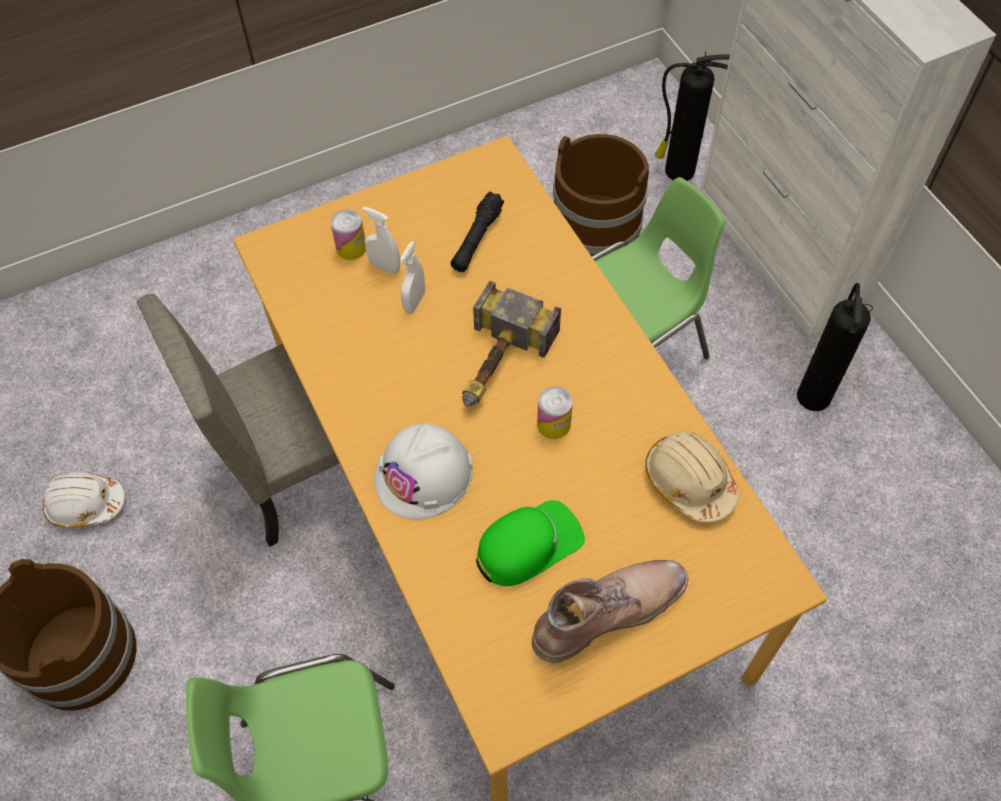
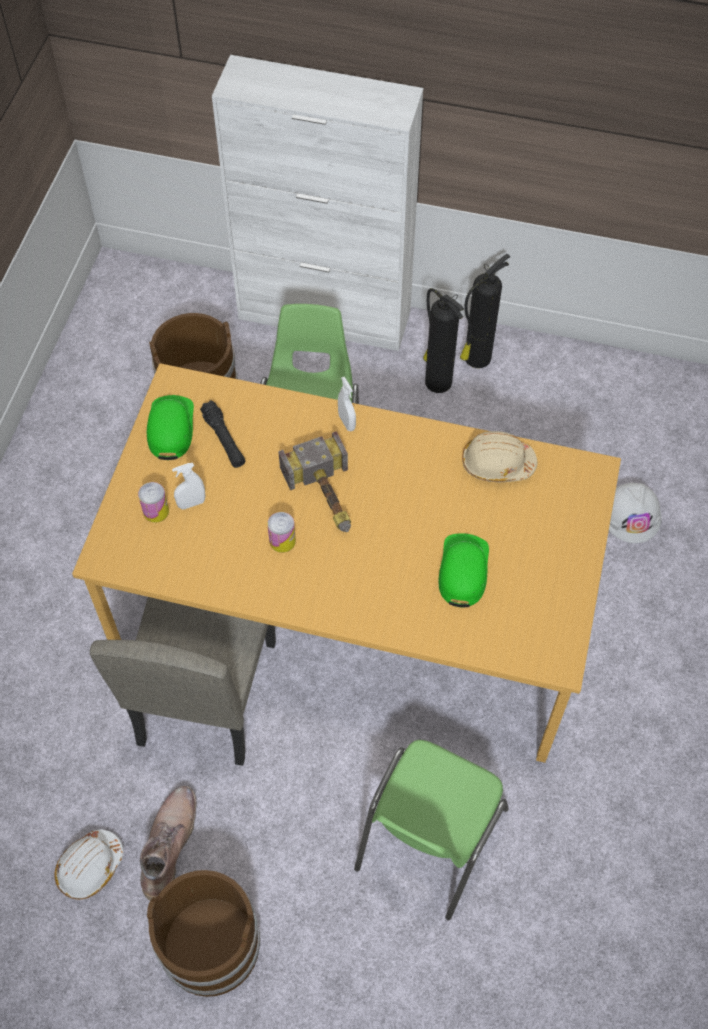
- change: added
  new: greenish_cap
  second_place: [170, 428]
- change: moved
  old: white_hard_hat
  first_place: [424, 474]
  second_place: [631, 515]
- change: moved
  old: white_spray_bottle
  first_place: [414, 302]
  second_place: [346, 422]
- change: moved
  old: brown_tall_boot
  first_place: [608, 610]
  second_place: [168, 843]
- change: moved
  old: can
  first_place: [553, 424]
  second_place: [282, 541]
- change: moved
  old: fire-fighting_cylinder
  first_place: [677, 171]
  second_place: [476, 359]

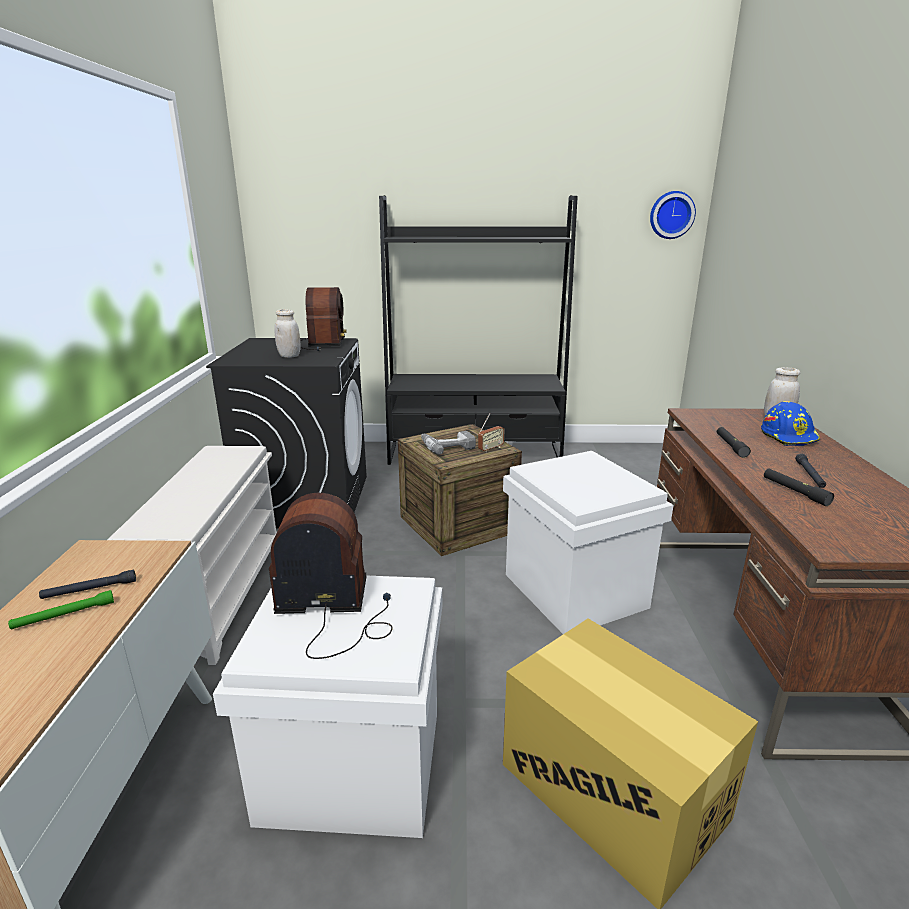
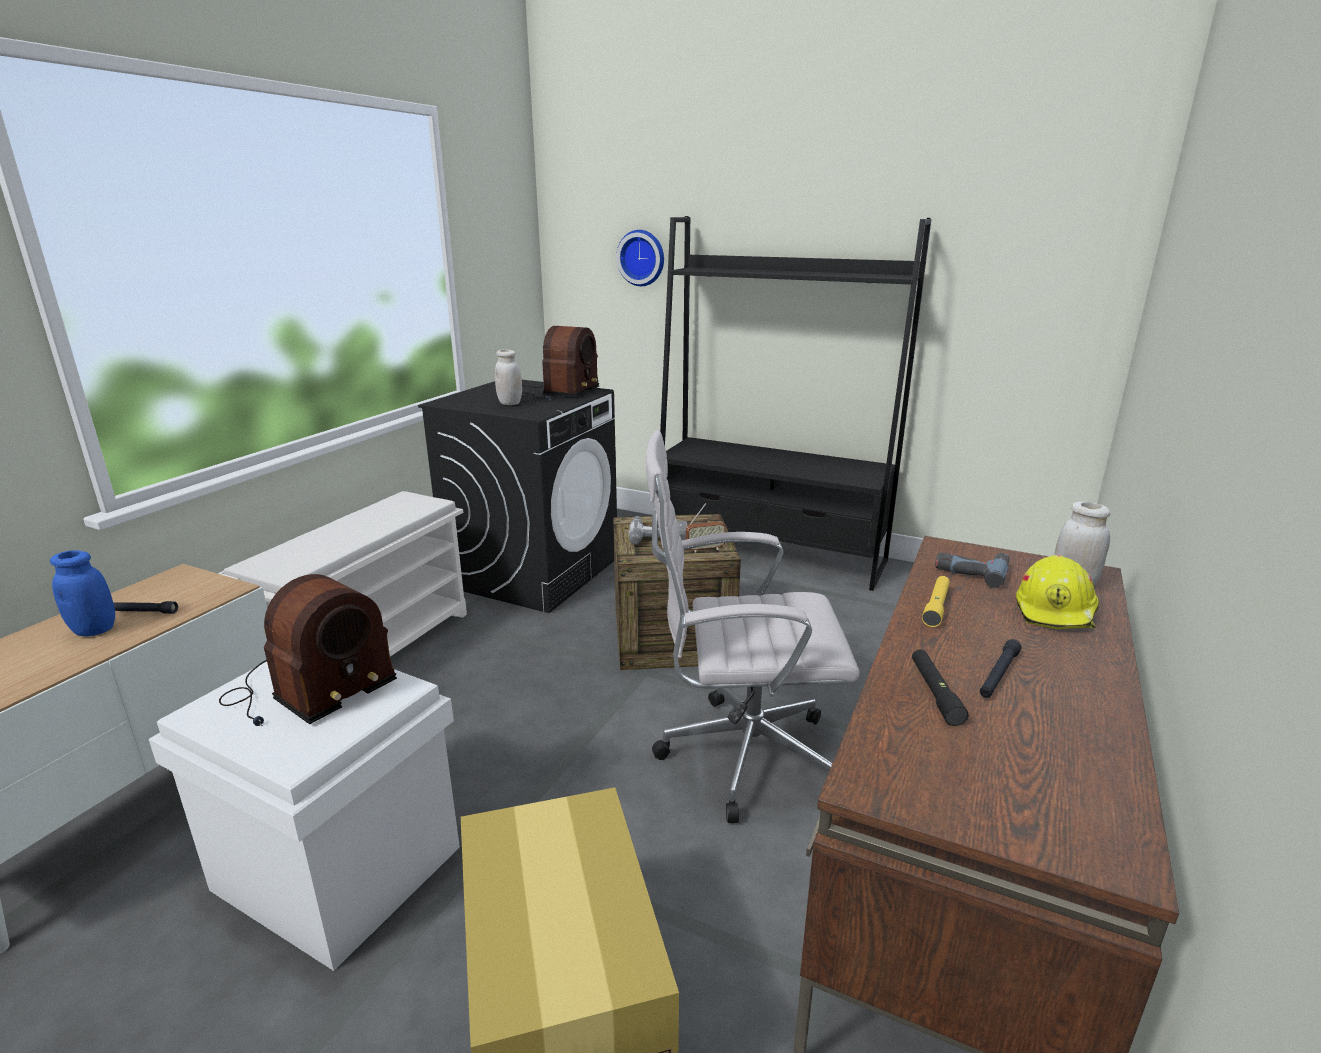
- change: added
  new: power_drill
  second_place: [972, 570]
- change: moved
  old: clock_on_the_wall
  first_place: [671, 215]
  second_place: [642, 258]
- change: replaced
  old: greenish_hand_torch
  new: blue_storage_jar
  first_place: [64, 615]
  second_place: [94, 630]
- change: replaced
  old: white_storage_container
  new: white_computer_chair
  first_place: [573, 590]
  second_place: [739, 755]
- change: recoloured
  old: black_hand_torch
  new: yellow-coloured_hand_torch
  first_place: [730, 446]
  second_place: [936, 607]
- change: recoloured
  old: blue_hard_hat
  new: yellow-coloured_hard_hat
  first_place: [789, 436]
  second_place: [1056, 611]
- change: turned
  old: radio
  first_place: [334, 610]
  second_place: [307, 690]
  degrees: 105

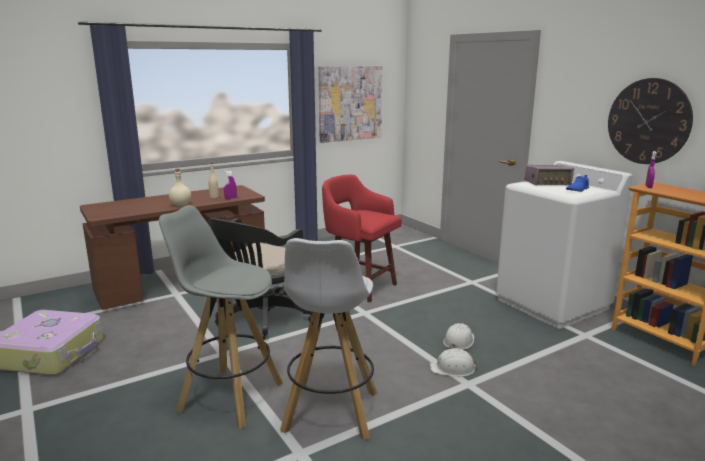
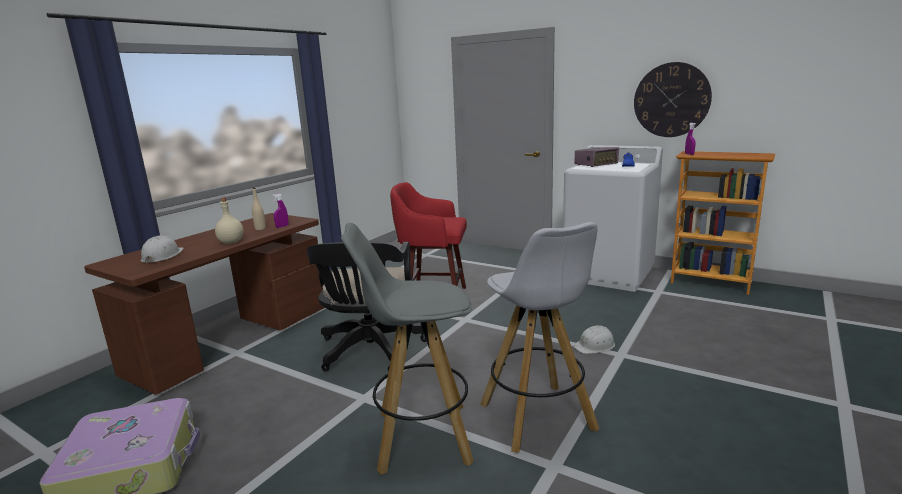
- change: removed
  old: wall_art
  first_place: [350, 103]
- change: moved
  old: white_hard_hat
  first_place: [458, 341]
  second_place: [162, 256]

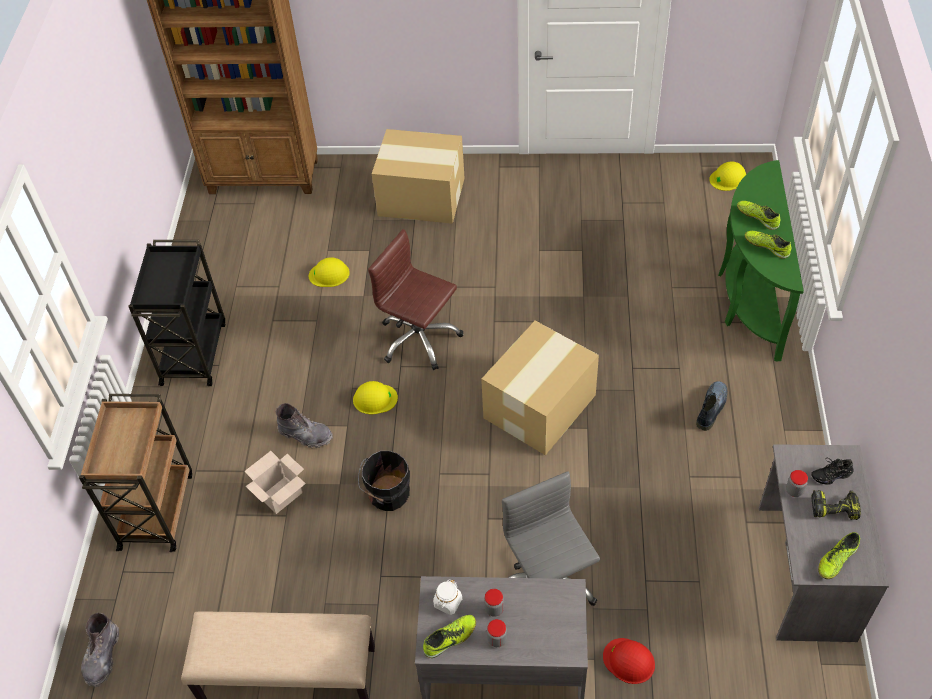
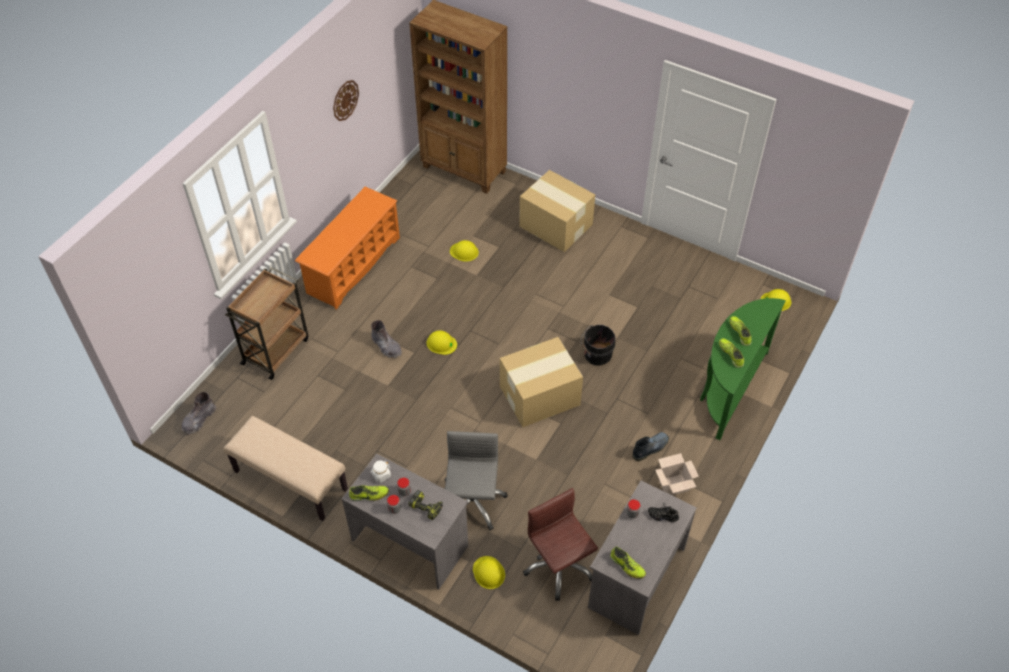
- change: added
  new: clock_on_the_wall
  second_place: [345, 100]
- change: moved
  old: carton
  first_place: [280, 496]
  second_place: [673, 486]
- change: moved
  old: black_water_bucket
  first_place: [387, 494]
  second_place: [596, 354]
- change: moved
  old: brown_computer_chair
  first_place: [419, 339]
  second_place: [559, 566]
- change: moved
  old: power_drill
  first_place: [834, 507]
  second_place: [427, 507]
- change: replaced
  old: black_cart
  new: orange_shoe_stand
  first_place: [194, 351]
  second_place: [353, 265]
- change: recoloured
  old: reddish_hard_hat
  new: yellow-coloured_hard_hat
  first_place: [629, 661]
  second_place: [488, 572]
- change: turned
  old: shoe
  first_place: [836, 560]
  second_place: [627, 566]
  degrees: -120

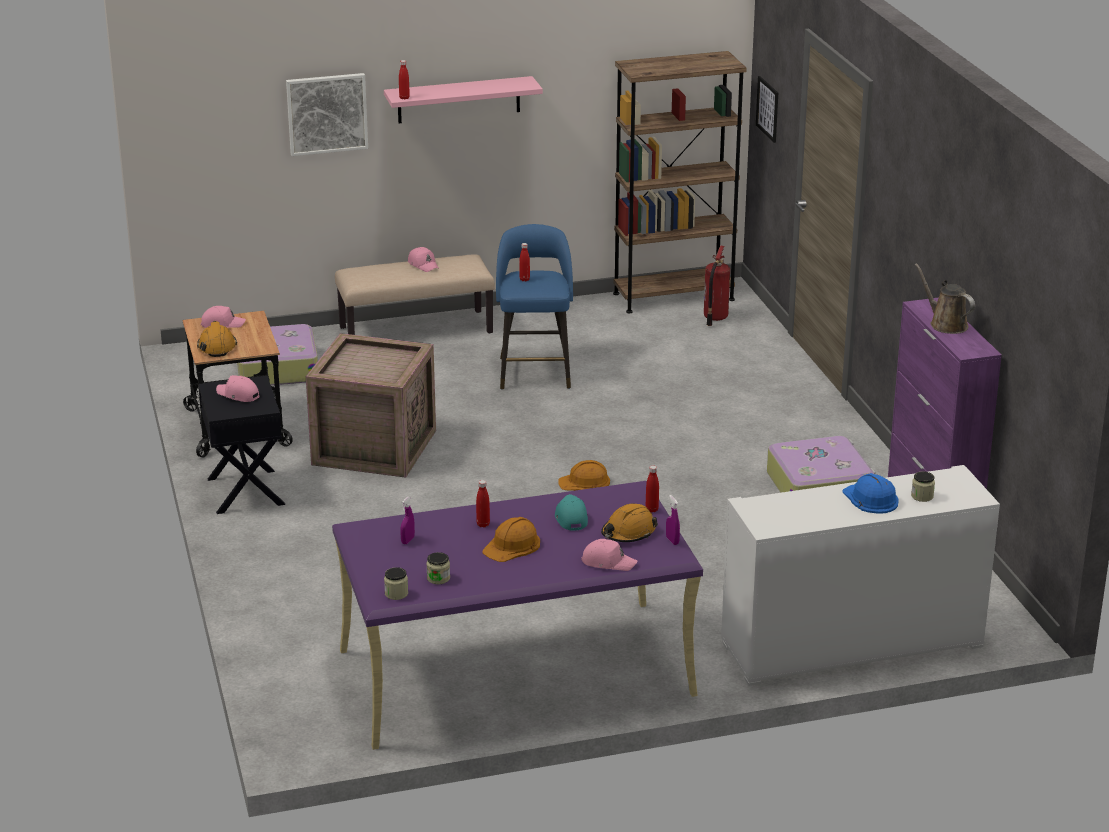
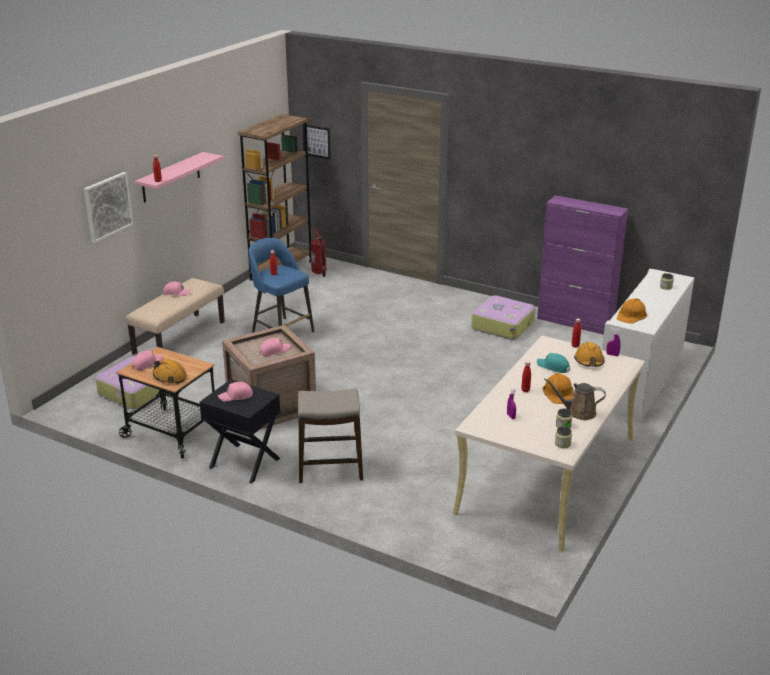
- change: removed
  old: blue_hard_hat
  first_place: [870, 499]
- change: added
  new: stool_seat
  second_place: [330, 469]
- change: moved
  old: orange_hard_hat
  first_place: [585, 482]
  second_place: [631, 315]
- change: moved
  old: pink_cap
  first_place: [608, 562]
  second_place: [274, 350]
- change: moved
  old: brown_sprinkling_can
  first_place: [945, 324]
  second_place: [578, 412]
- change: recoloured
  old: purple_desk_table
  new: beige_desk_table
  first_place: [514, 673]
  second_place: [547, 475]

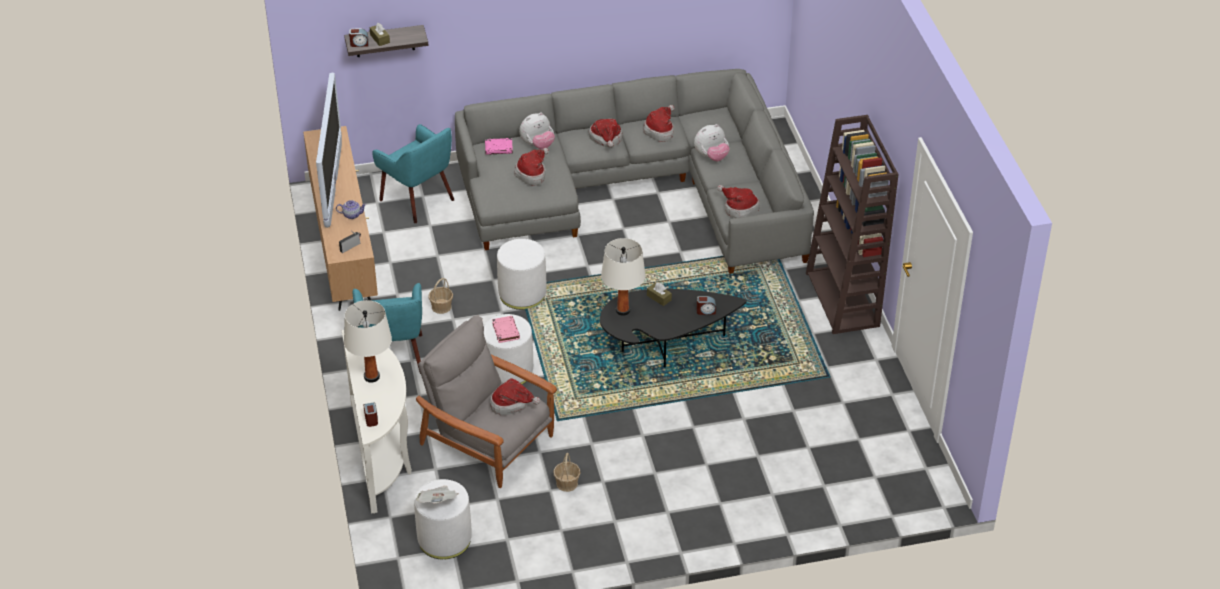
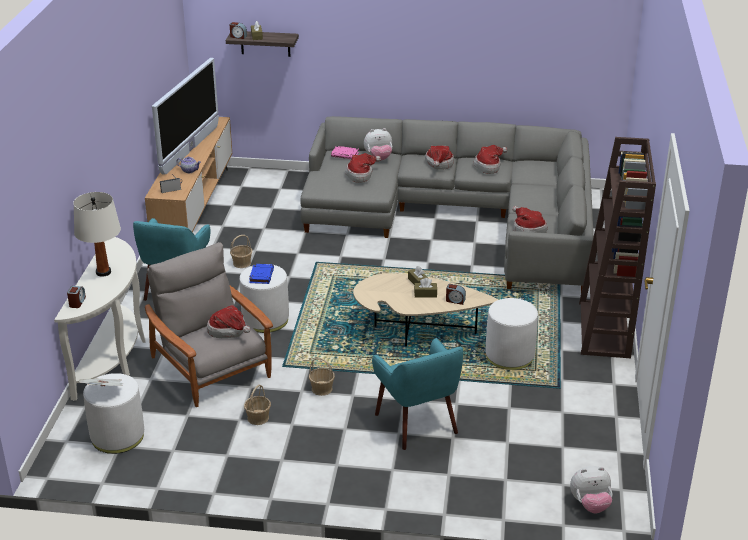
- change: removed
  old: white_lamp_for_a_table
  first_place: [623, 310]
- change: added
  new: household_basket
  second_place: [322, 388]
- change: added
  new: brown_tissue_holder
  second_place: [425, 294]
- change: moved
  old: blue-green_armchair
  first_place: [418, 200]
  second_place: [417, 423]
- change: moved
  old: white_pouffe
  first_place: [522, 294]
  second_place: [509, 356]
- change: moved
  old: plush_toy
  first_place: [711, 156]
  second_place: [590, 505]
- change: recoloured
  old: pink_book
  new: blue_book
  first_place: [505, 331]
  second_place: [261, 275]
- change: recoloured
  old: black_lounge_table
  new: beige_lounge_table
  first_place: [664, 344]
  second_place: [416, 329]

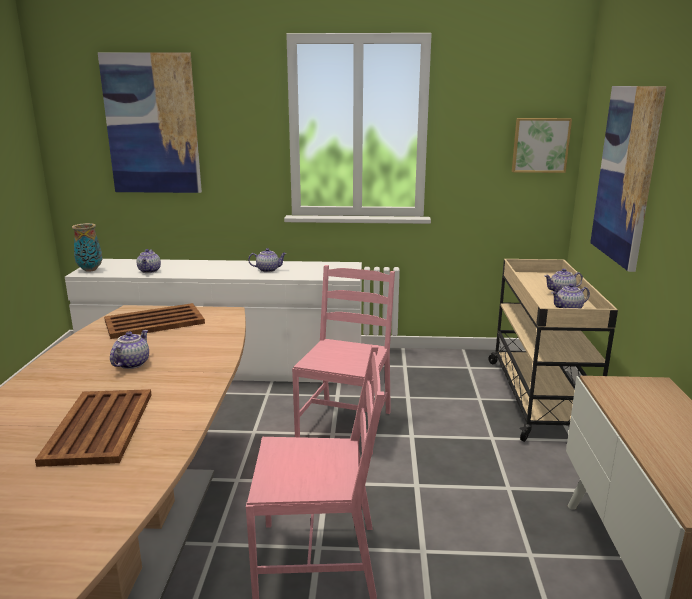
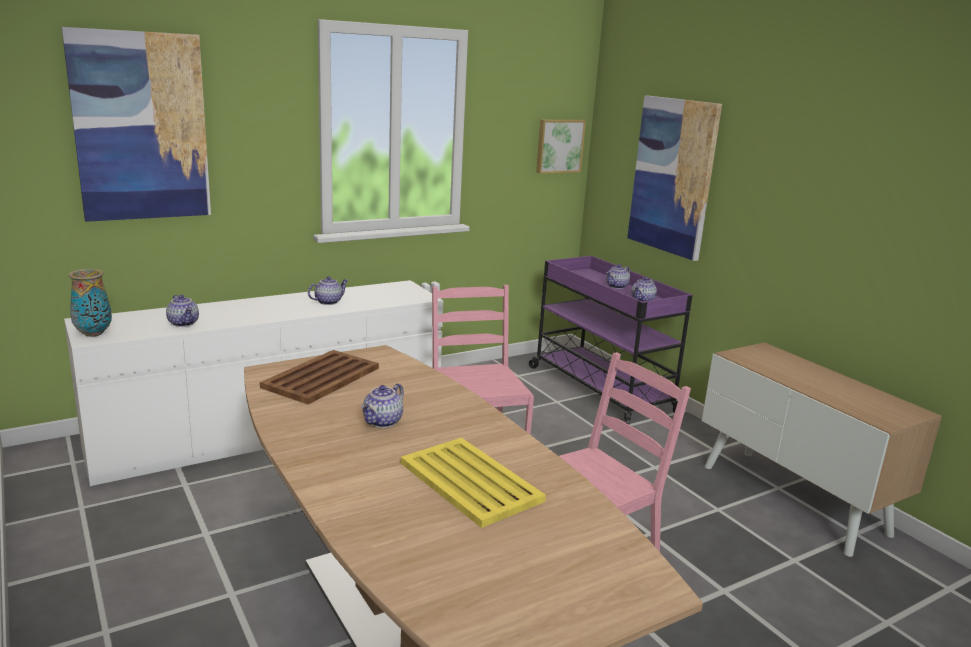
- change: recoloured
  old: brown_serving_tray
  new: yellow-coloured_serving_tray
  first_place: [100, 426]
  second_place: [469, 481]
- change: recoloured
  old: beige_cart
  new: purple_cart
  first_place: [538, 397]
  second_place: [599, 389]
- change: turned
  old: pot_for_tea
  first_place: [131, 363]
  second_place: [383, 422]
  degrees: -135

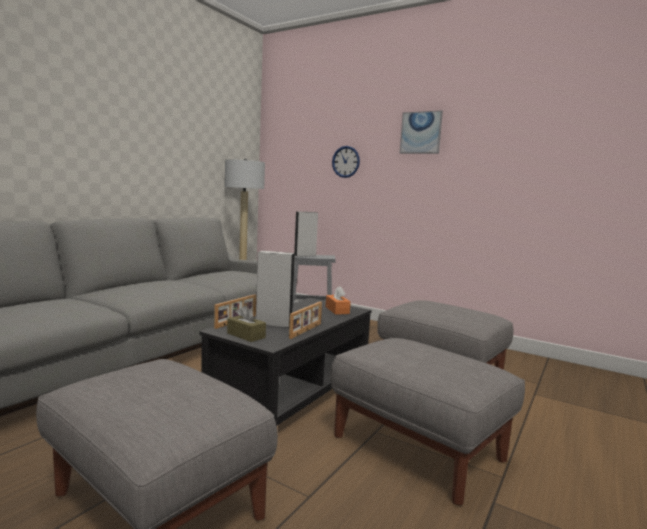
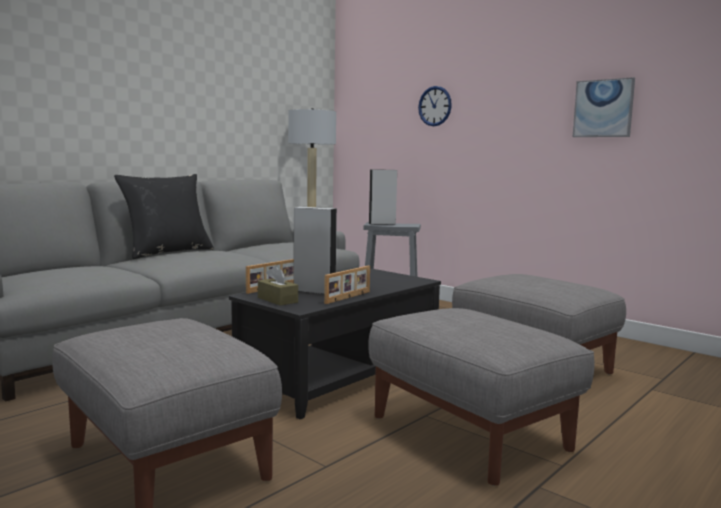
- change: removed
  old: orange_tissue_holder
  first_place: [337, 310]
- change: added
  new: black_cushion
  second_place: [167, 252]
- change: moved
  old: wall_art
  first_place: [421, 132]
  second_place: [603, 108]

